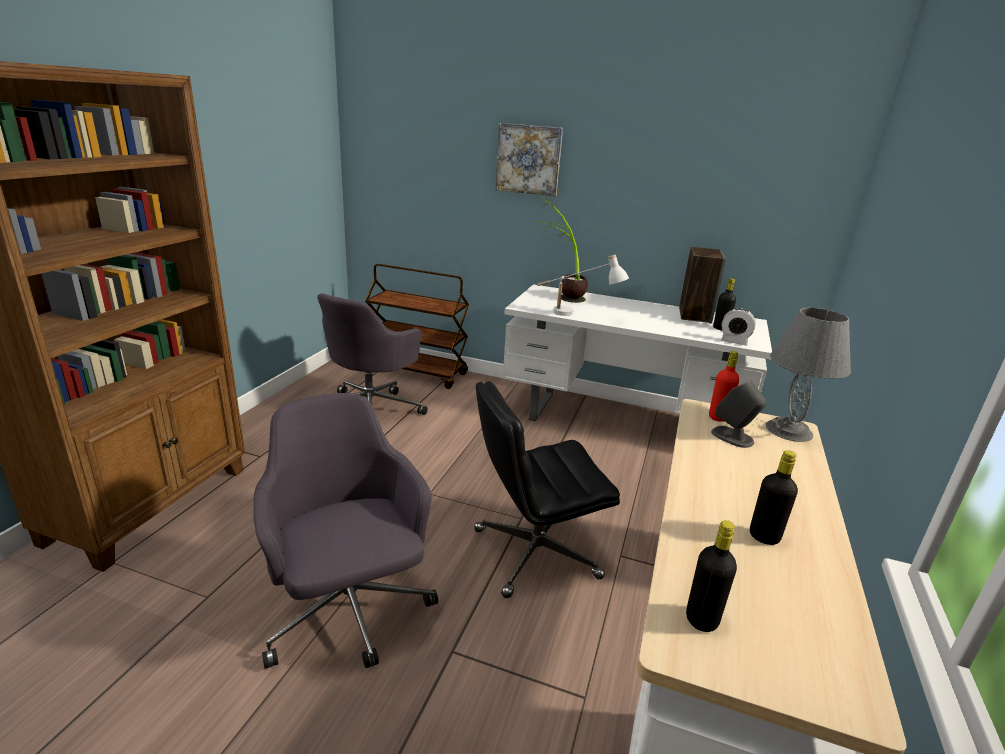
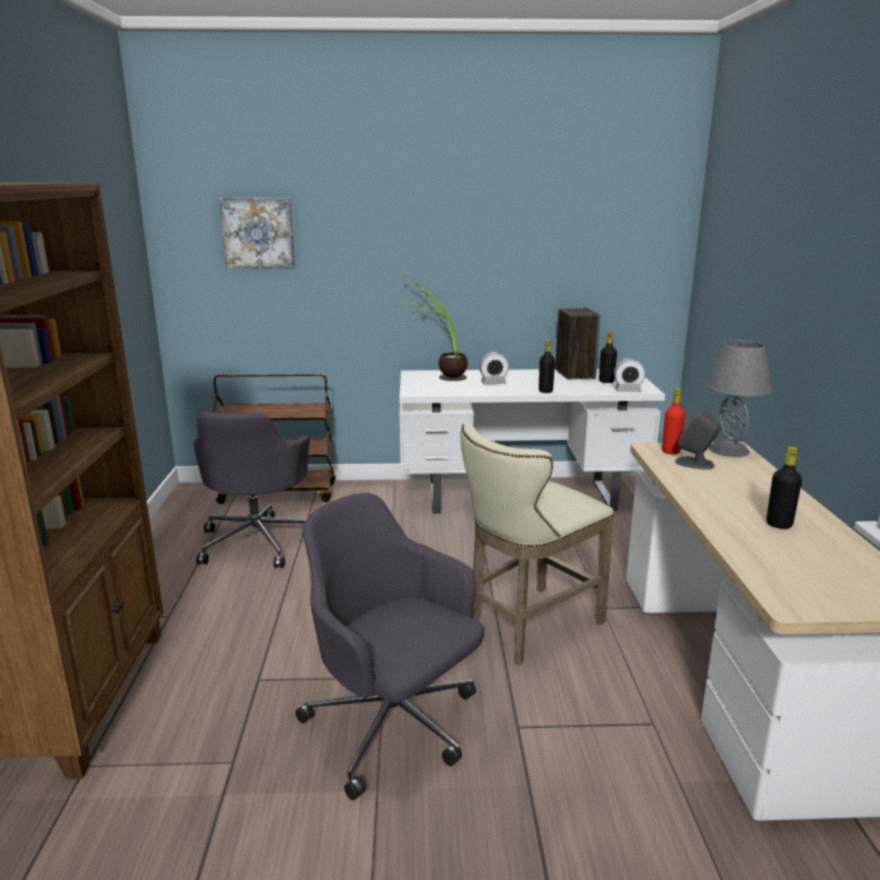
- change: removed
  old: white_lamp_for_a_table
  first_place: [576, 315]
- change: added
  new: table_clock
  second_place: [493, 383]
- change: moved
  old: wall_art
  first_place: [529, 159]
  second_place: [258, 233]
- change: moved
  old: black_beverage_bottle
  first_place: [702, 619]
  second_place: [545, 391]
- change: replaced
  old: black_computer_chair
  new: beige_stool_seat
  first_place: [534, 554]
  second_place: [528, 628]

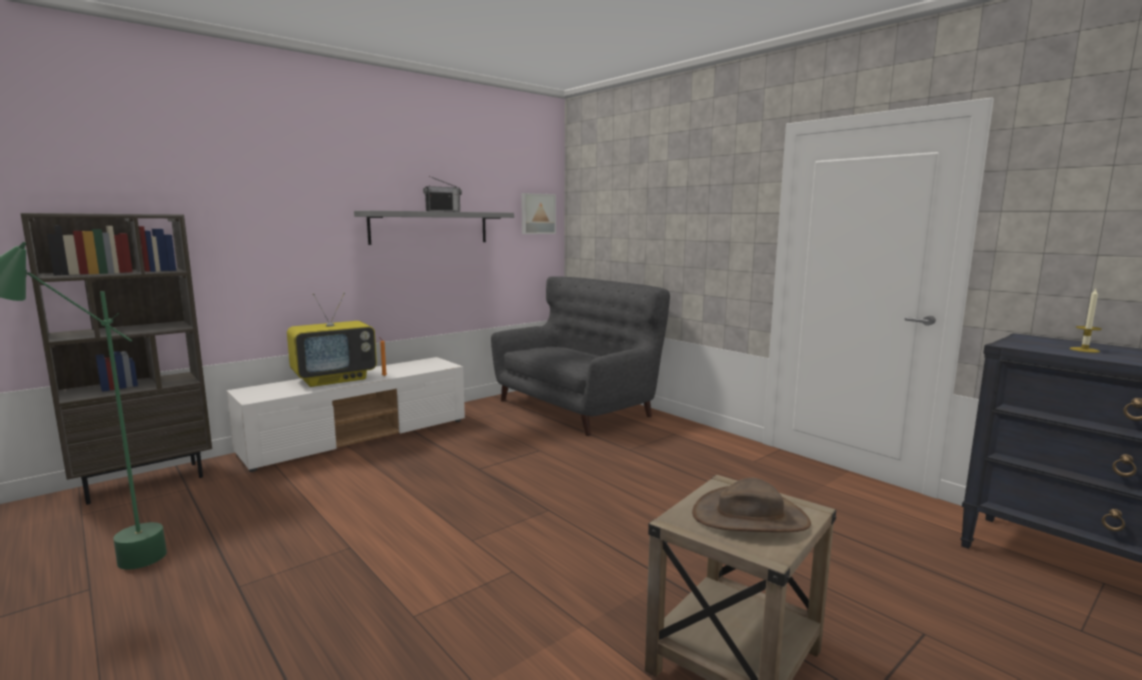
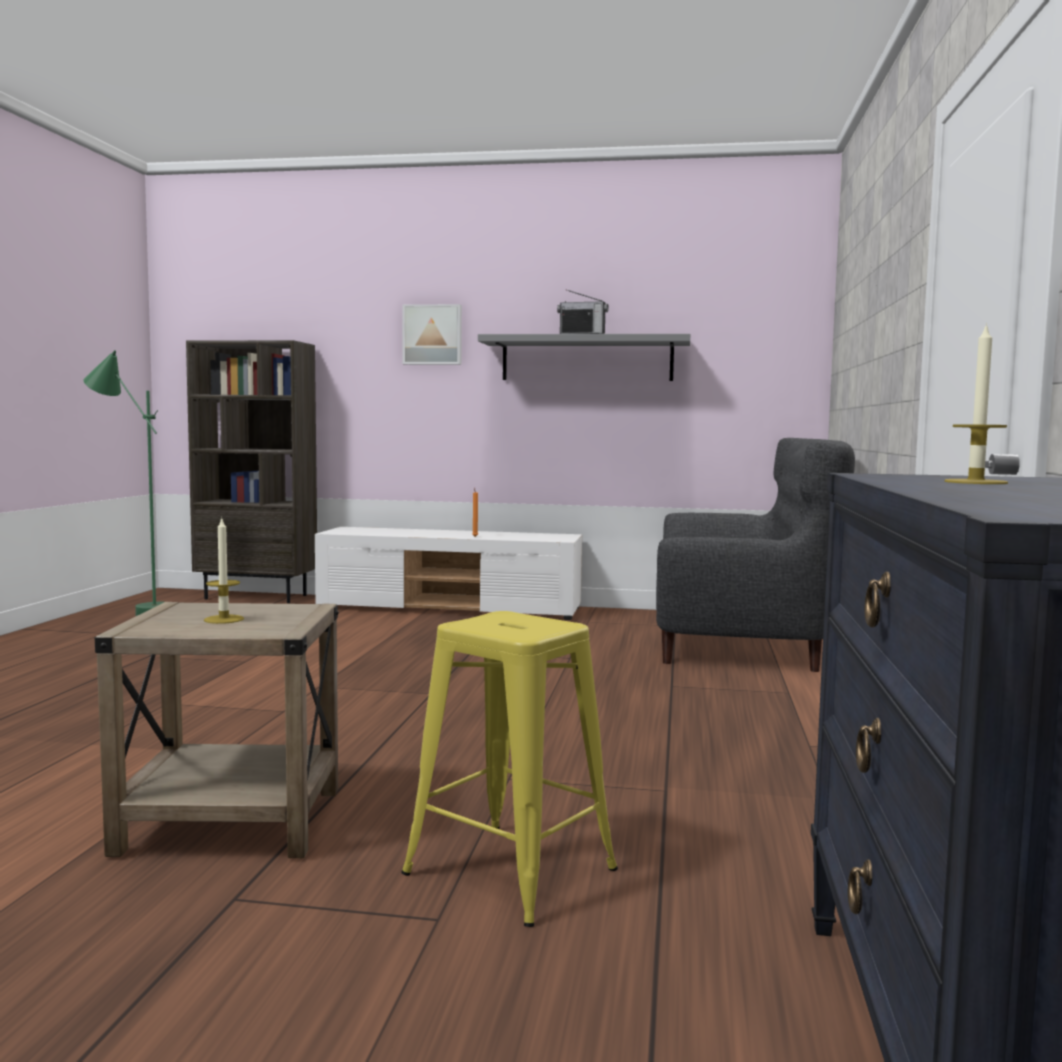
- change: removed
  old: TV
  first_place: [335, 379]
- change: added
  new: yellow-coloured_stool_seat
  second_place: [510, 871]
- change: moved
  old: wall_art
  first_place: [537, 214]
  second_place: [432, 335]
- change: replaced
  old: brown_clothing_hat
  new: wax_candle
  first_place: [750, 517]
  second_place: [224, 619]

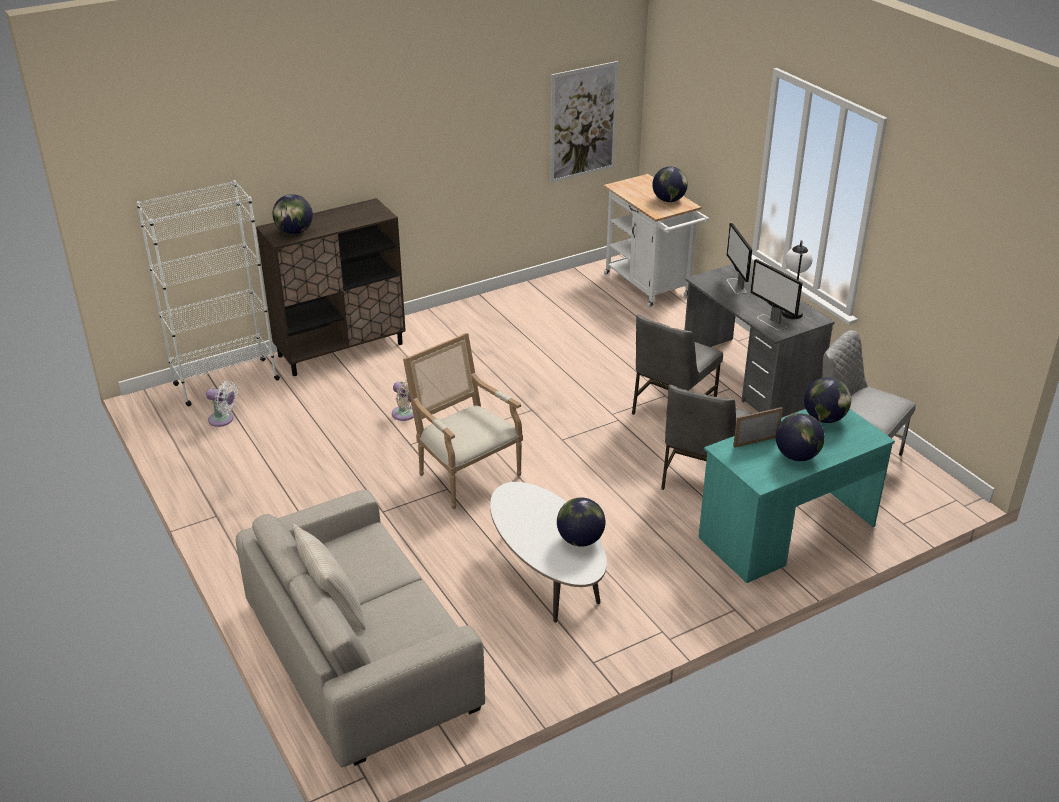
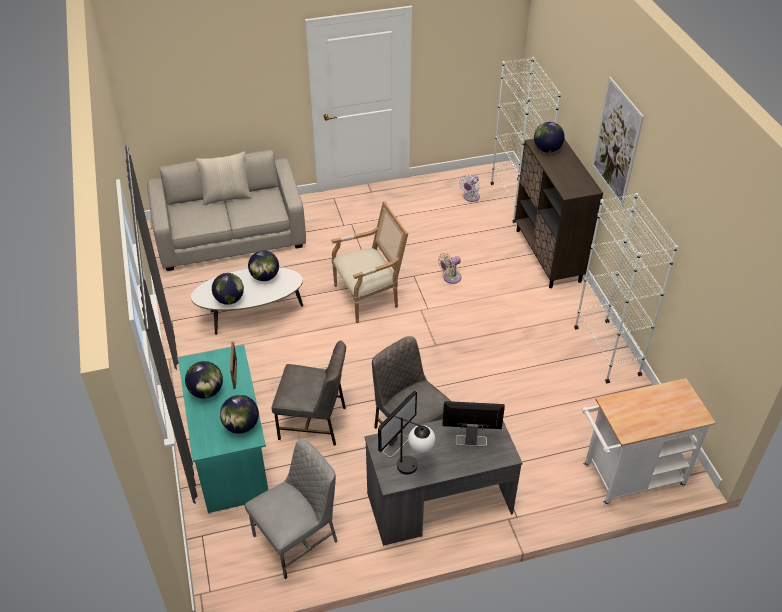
- change: added
  new: white_shelving_unit
  second_place: [606, 350]
- change: moved
  old: wall_art
  first_place: [583, 122]
  second_place: [616, 142]
- change: moved
  old: desk_globe
  first_place: [668, 200]
  second_place: [265, 277]
- change: turned
  old: gray_plain_chair
  first_place: [700, 477]
  second_place: [314, 422]
  degrees: 150
- change: turned
  old: monitor
  first_place: [772, 322]
  second_place: [396, 444]
  degrees: 150

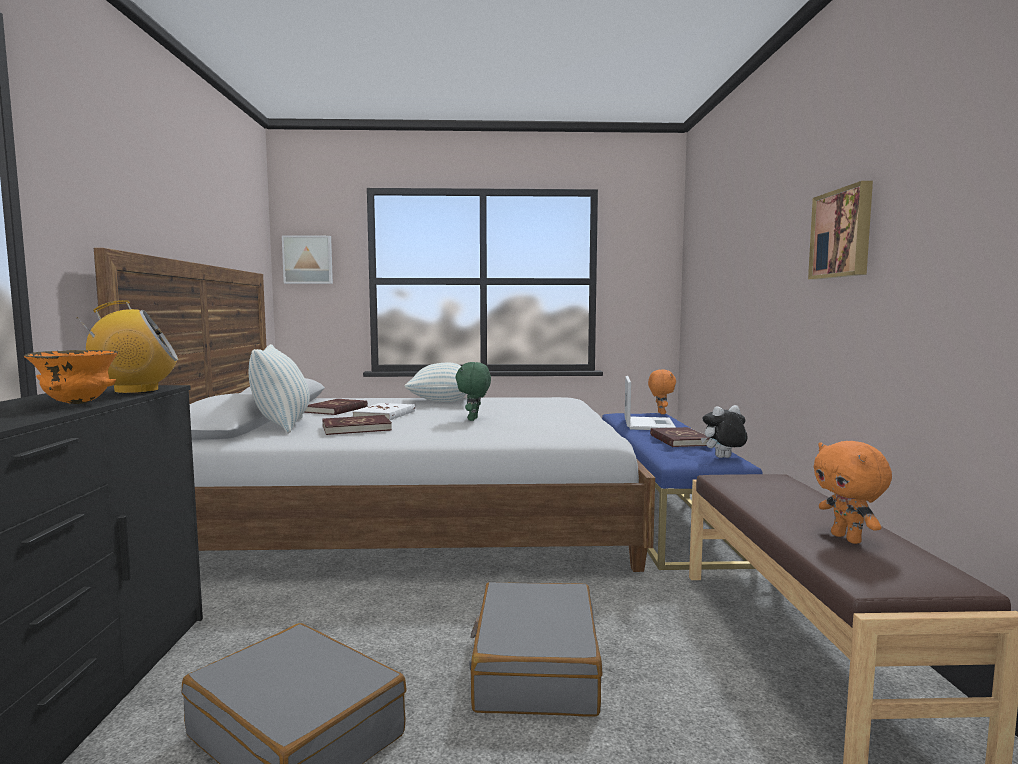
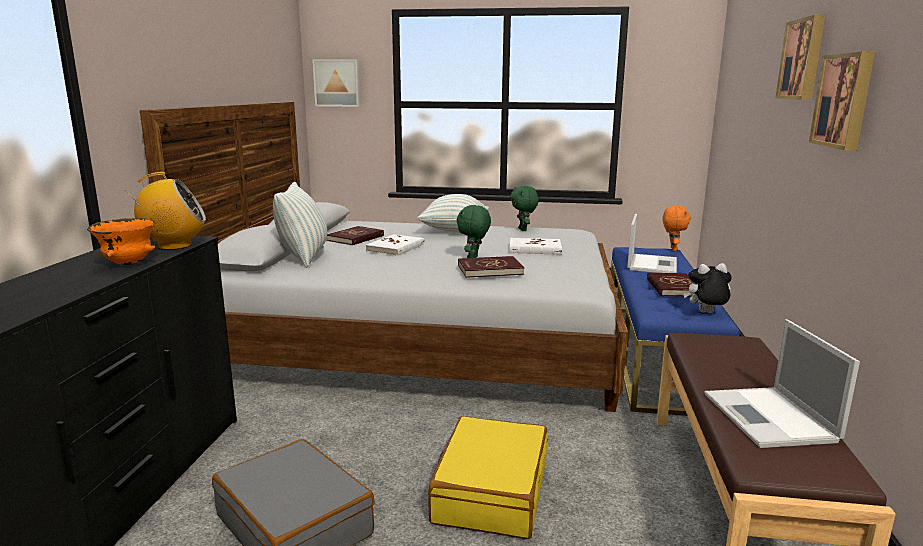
- change: added
  new: white_book
  second_place: [535, 249]
- change: added
  new: greenish_plush_toy
  second_place: [523, 230]
- change: added
  new: wall_art
  second_place: [803, 59]
- change: moved
  old: reddish_book
  first_place: [356, 428]
  second_place: [490, 270]
- change: replaced
  old: orange_plush_toy
  new: laptop
  first_place: [847, 538]
  second_place: [771, 418]
- change: recoloured
  old: gray_piece_of_luggage
  new: yellow-coloured_piece_of_luggage
  first_place: [535, 667]
  second_place: [490, 491]

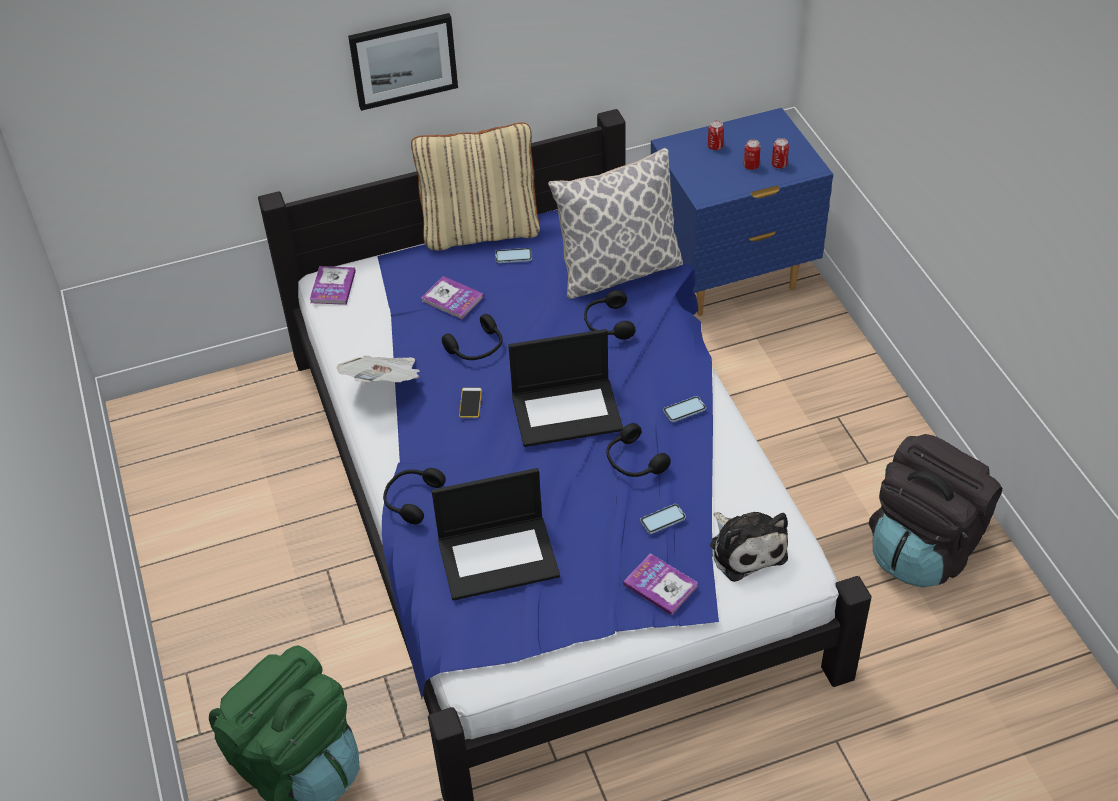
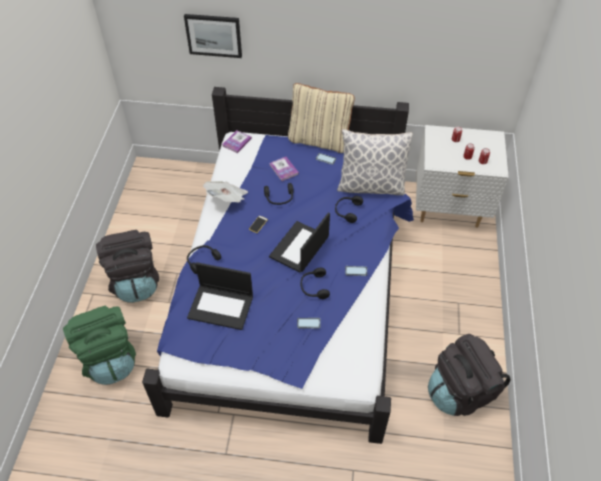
- change: removed
  old: book
  first_place: [660, 585]
- change: removed
  old: plush_toy
  first_place: [745, 548]
- change: added
  new: black_backpack
  second_place: [135, 281]
- change: moved
  old: wall_art
  first_place: [403, 60]
  second_place: [214, 35]
- change: recoloured
  old: blue_night_table
  new: white_night_table
  first_place: [732, 279]
  second_place: [449, 209]
- change: turned
  old: laptop
  first_place: [567, 411]
  second_place: [299, 247]
  degrees: 105

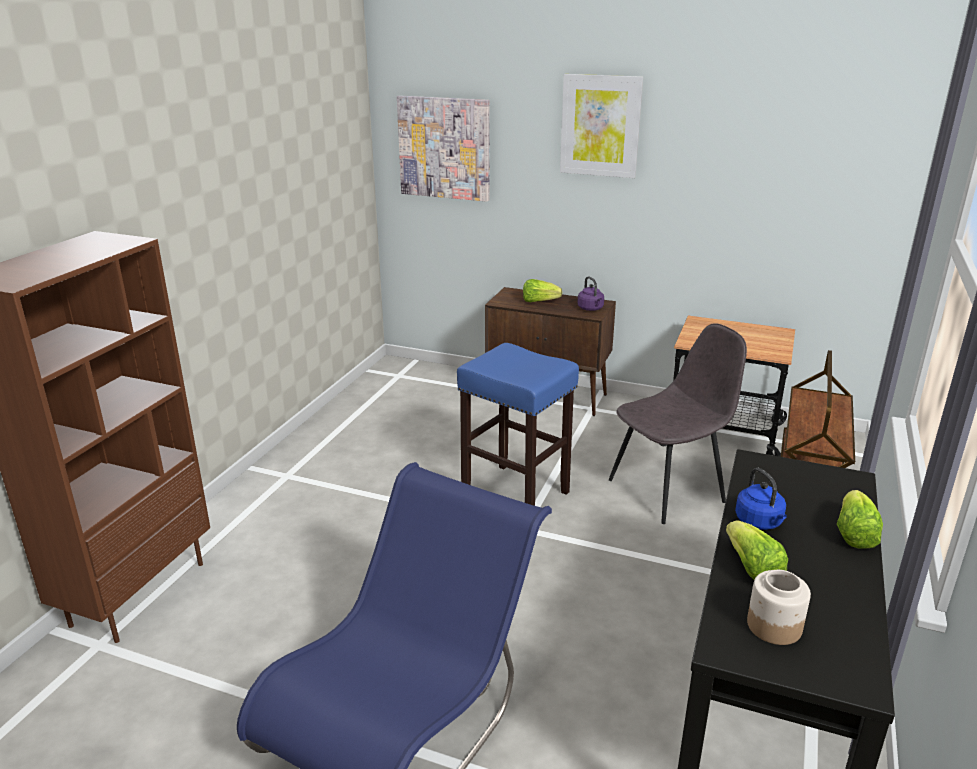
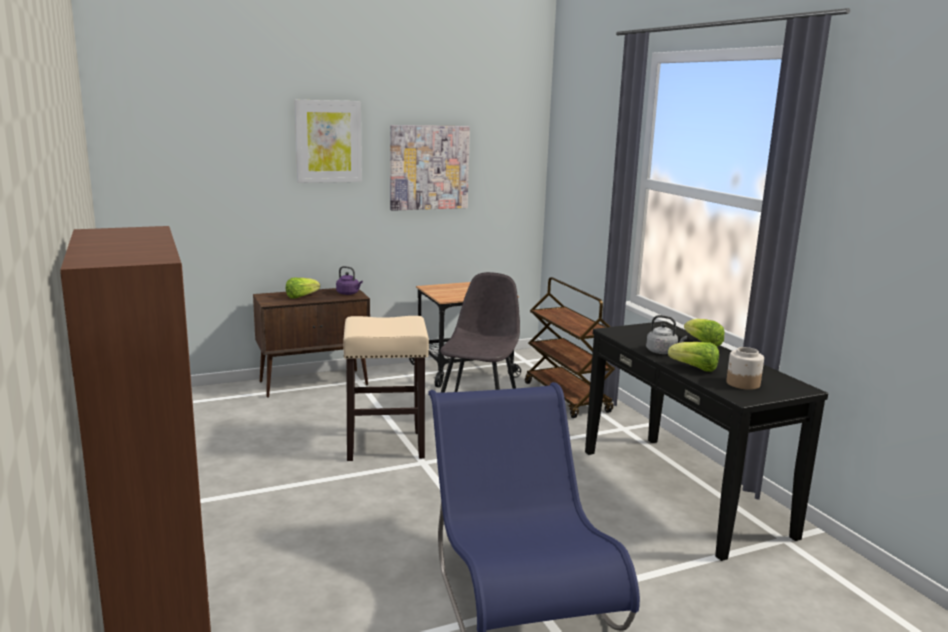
- change: moved
  old: wall_art
  first_place: [444, 148]
  second_place: [429, 167]
- change: recoloured
  old: blue_stool_seat
  new: beige_stool_seat
  first_place: [516, 494]
  second_place: [386, 445]
- change: recoloured
  old: blue_water_kettle
  new: gray_water_kettle
  first_place: [760, 522]
  second_place: [663, 352]

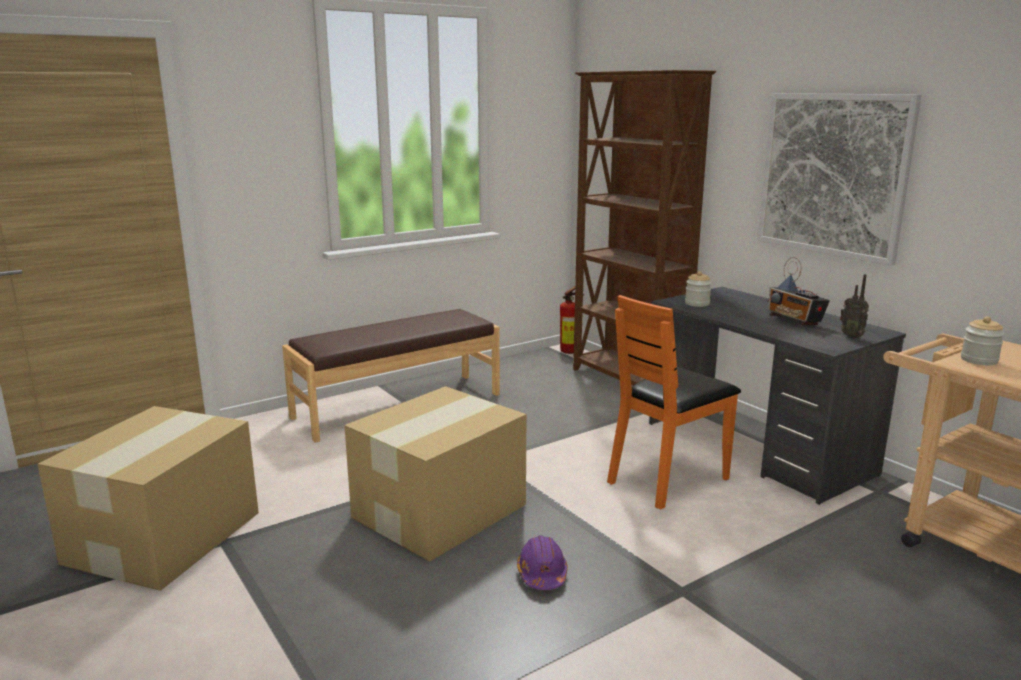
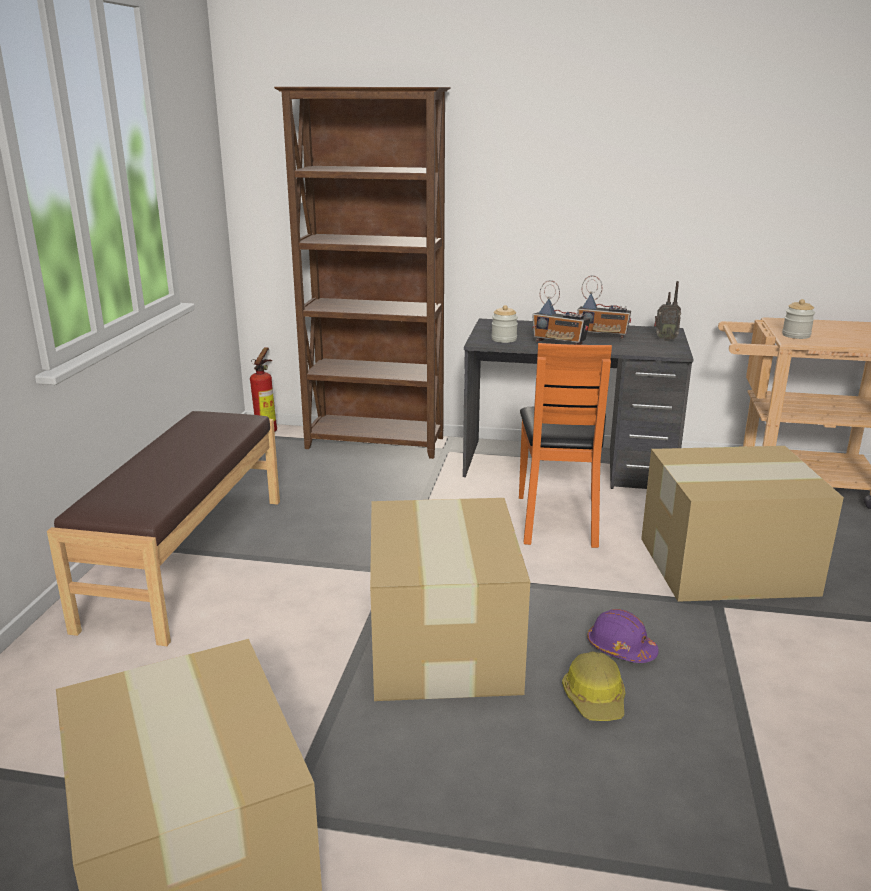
- change: removed
  old: wall_art
  first_place: [833, 175]
- change: added
  new: radio
  second_place: [559, 343]
- change: added
  new: hard_hat
  second_place: [595, 698]
- change: added
  new: carton
  second_place: [723, 565]

